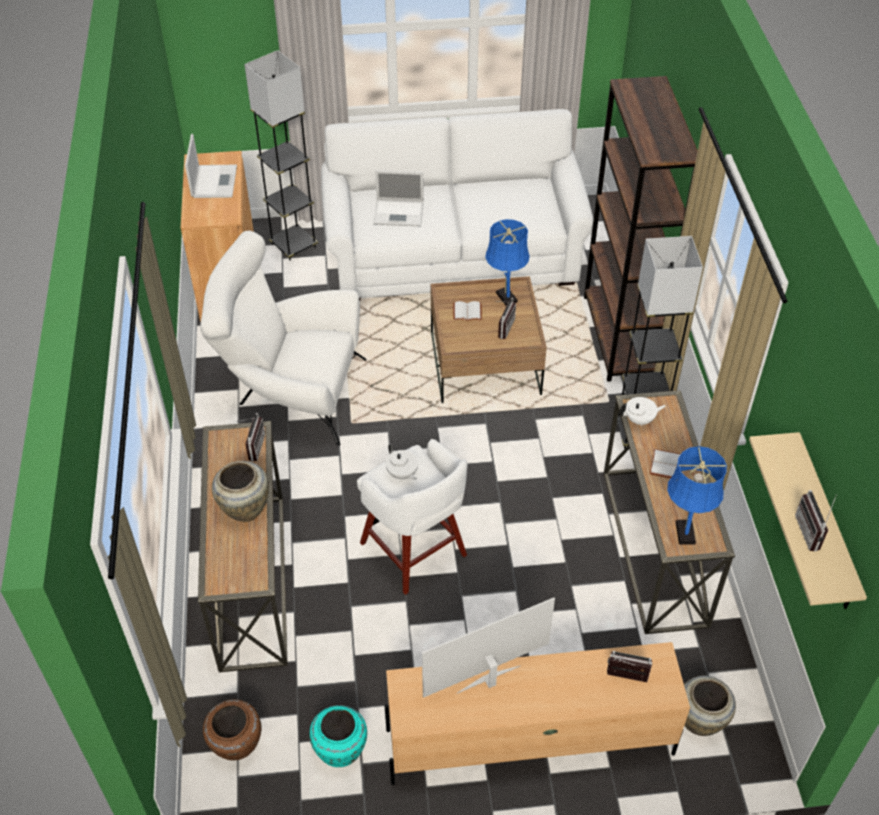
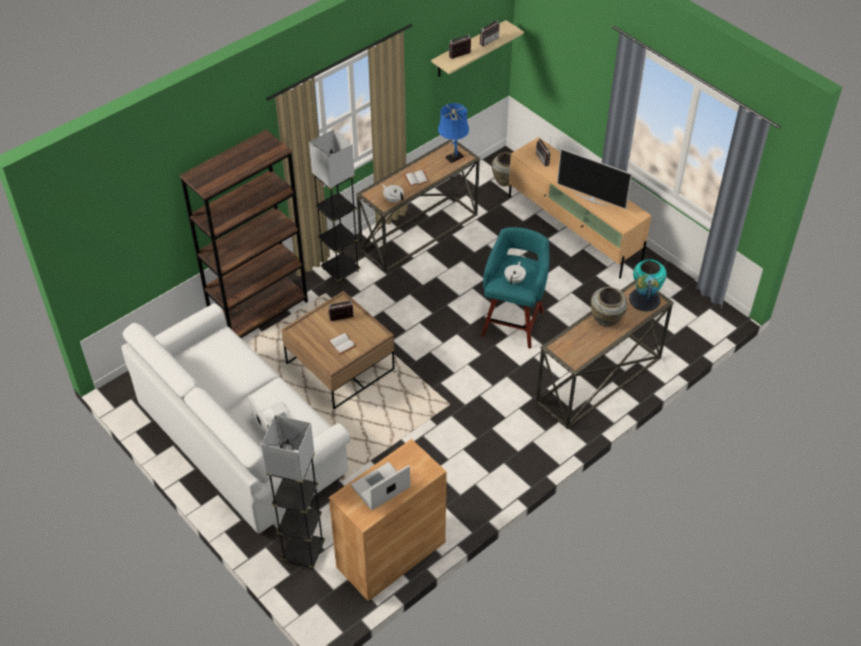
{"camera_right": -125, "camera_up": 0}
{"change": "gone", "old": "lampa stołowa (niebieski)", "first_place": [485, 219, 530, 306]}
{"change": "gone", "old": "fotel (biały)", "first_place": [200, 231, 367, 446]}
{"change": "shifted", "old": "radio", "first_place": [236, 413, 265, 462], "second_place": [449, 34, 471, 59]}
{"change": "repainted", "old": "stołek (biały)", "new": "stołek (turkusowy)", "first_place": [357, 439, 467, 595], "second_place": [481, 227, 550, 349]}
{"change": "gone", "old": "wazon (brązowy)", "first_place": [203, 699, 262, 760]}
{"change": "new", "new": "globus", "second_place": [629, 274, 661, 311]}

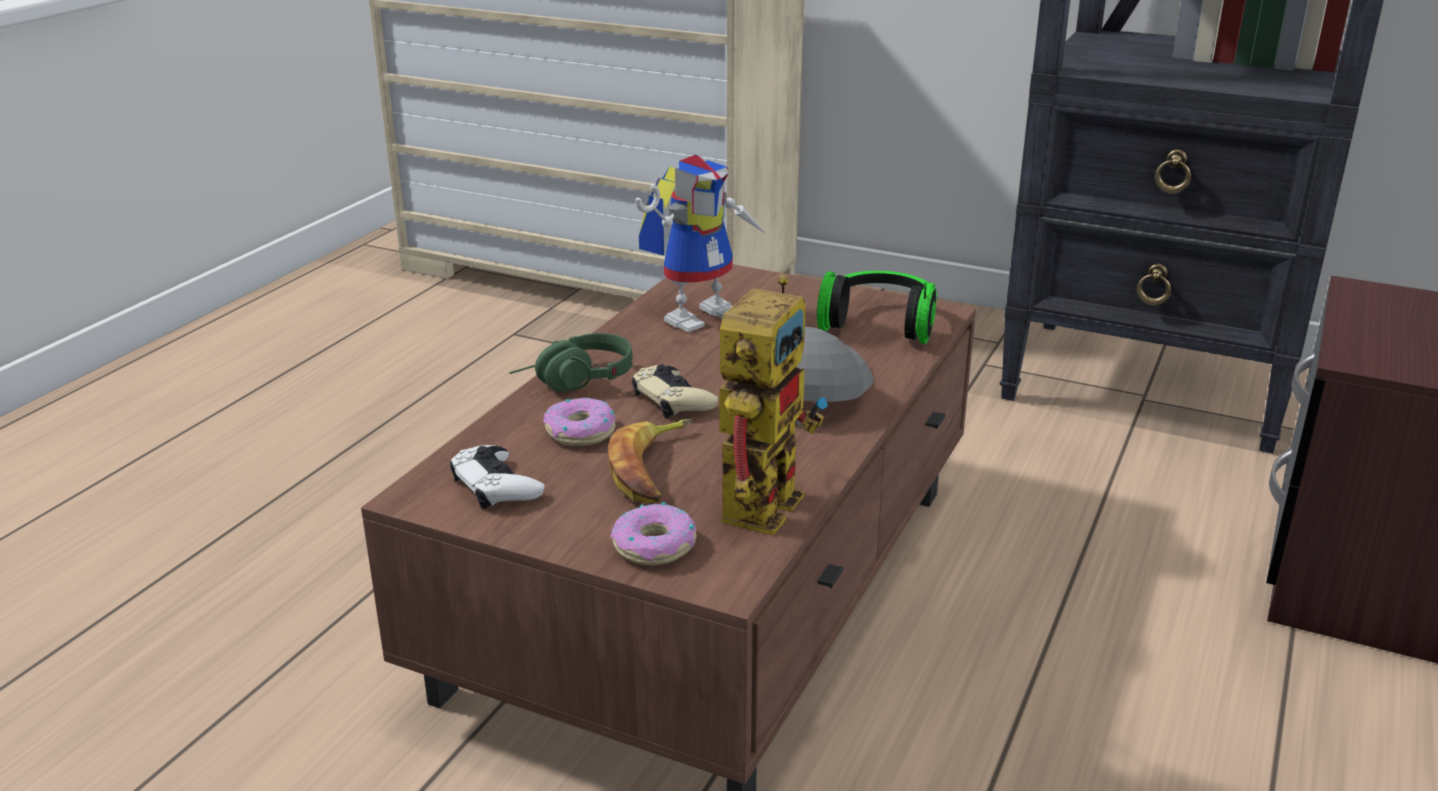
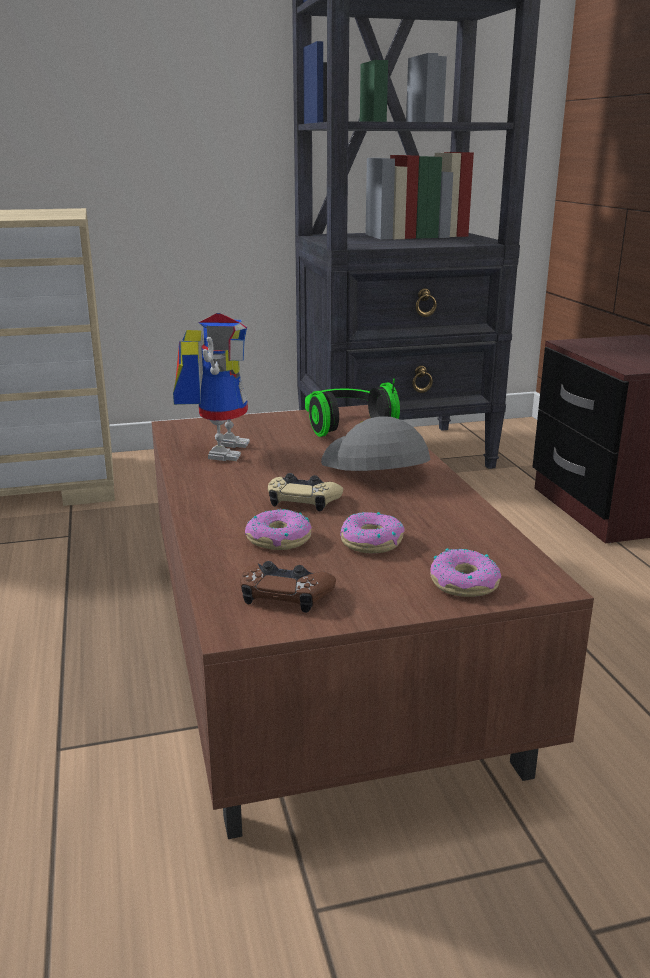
{"camera_right": -40, "camera_up": -5}
{"change": "gone", "old": "robot zabawkowy", "first_place": [719, 275, 828, 535]}
{"change": "gone", "old": "słuchawki (zielony)", "first_place": [509, 333, 632, 392]}
{"change": "swapped", "old": "banan", "new": "donut", "first_place": [608, 419, 692, 503], "second_place": [340, 512, 405, 553]}
{"change": "repainted", "old": "pad do gier (biały)", "new": "pad do gier (brązowy)", "first_place": [450, 445, 545, 510], "second_place": [240, 561, 336, 613]}

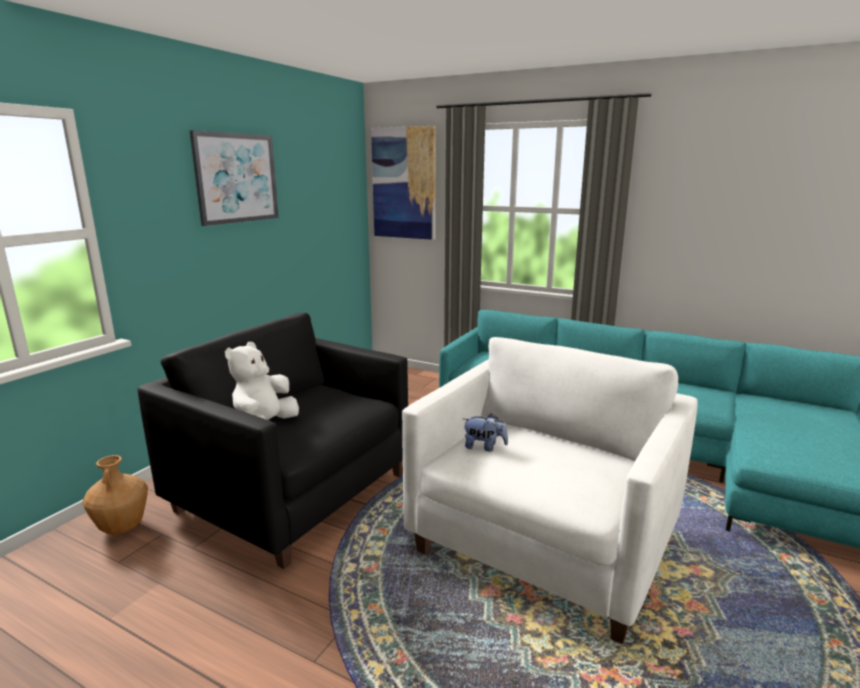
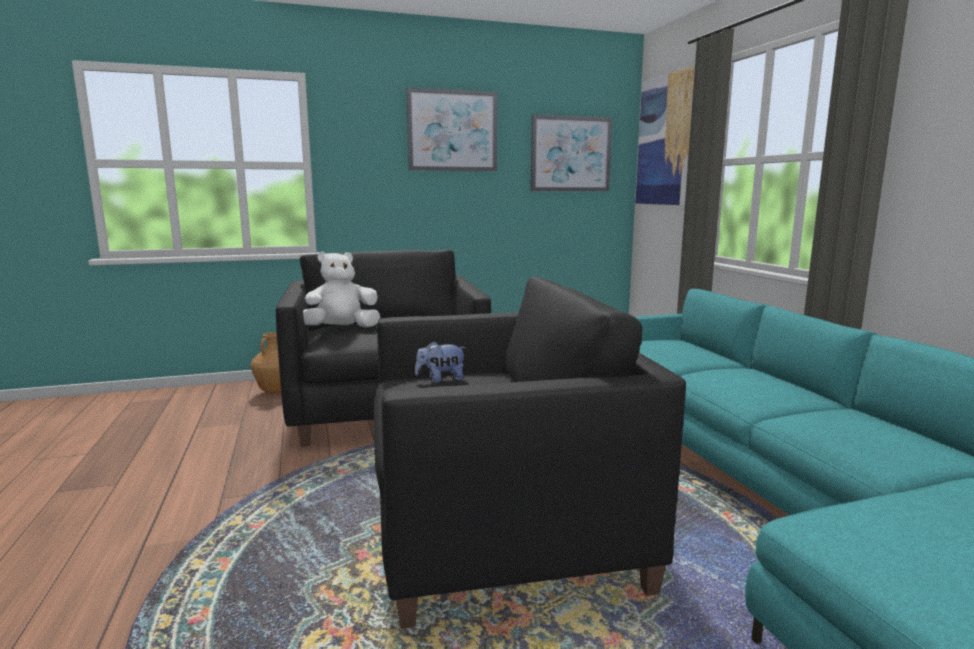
{"camera_right": 45, "camera_up": -5}
{"change": "repainted", "old": "fotel (biały)", "new": "fotel (czarny)", "first_place": [402, 337, 698, 645], "second_place": [374, 277, 686, 629]}
{"change": "rotated", "old": "pluszak", "first_place": [463, 414, 508, 451], "second_place": [415, 341, 467, 383], "degrees": 105}
{"change": "new", "new": "obraz", "second_place": [531, 114, 613, 191]}

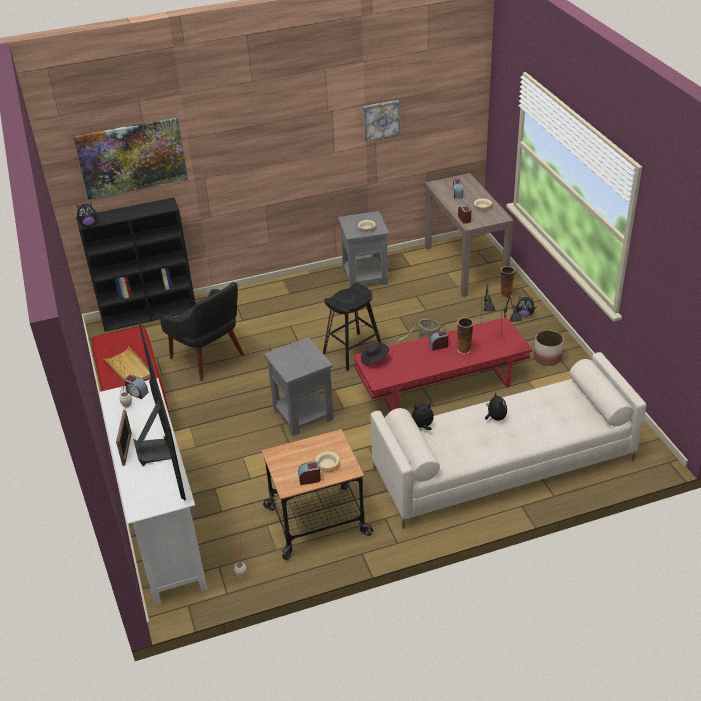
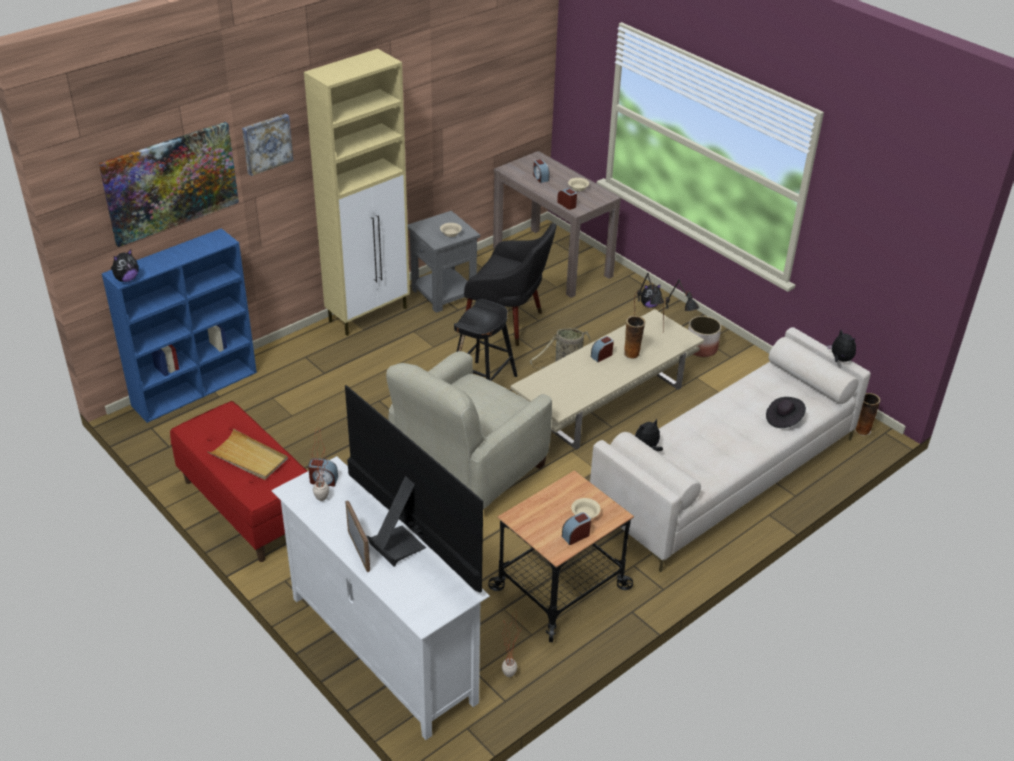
{"camera_right": -25, "camera_up": 0}
{"change": "shifted", "old": "obraz", "first_place": [363, 100, 400, 142], "second_place": [242, 114, 294, 176]}
{"change": "repainted", "old": "regał (czarny)", "new": "regał (niebieski)", "first_place": [76, 197, 196, 332], "second_place": [102, 228, 257, 423]}
{"change": "shifted", "old": "wazon", "first_place": [501, 266, 515, 298], "second_place": [855, 393, 880, 436]}
{"change": "shifted", "old": "fotel (czarny)", "first_place": [160, 282, 244, 381], "second_place": [464, 223, 557, 346]}
{"change": "repainted", "old": "ława (czerwony)", "new": "ława (beżowy)", "first_place": [353, 317, 533, 411], "second_place": [510, 309, 704, 450]}
{"change": "swapped", "old": "stolik (szary)", "new": "fotel (beżowy)", "first_place": [264, 337, 334, 436], "second_place": [386, 351, 552, 509]}
{"change": "shifted", "old": "kapelusz (czarny)", "first_place": [361, 343, 389, 365], "second_place": [766, 397, 806, 428]}
{"change": "shifted", "old": "pluszak", "first_place": [485, 393, 507, 421], "second_place": [827, 330, 856, 362]}
{"change": "new", "new": "szafka (beżowy)", "second_place": [304, 49, 410, 336]}

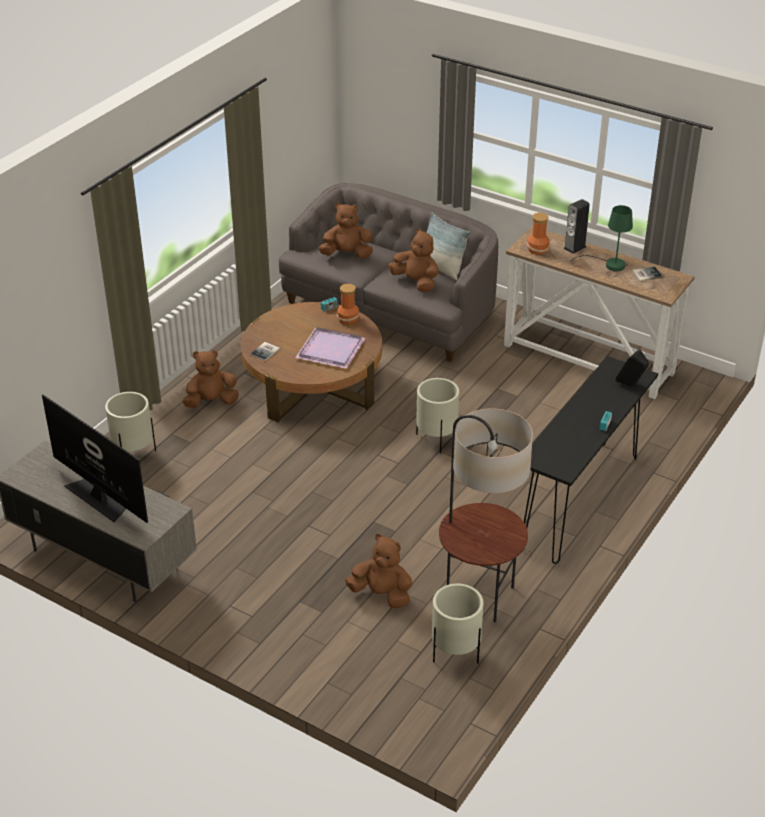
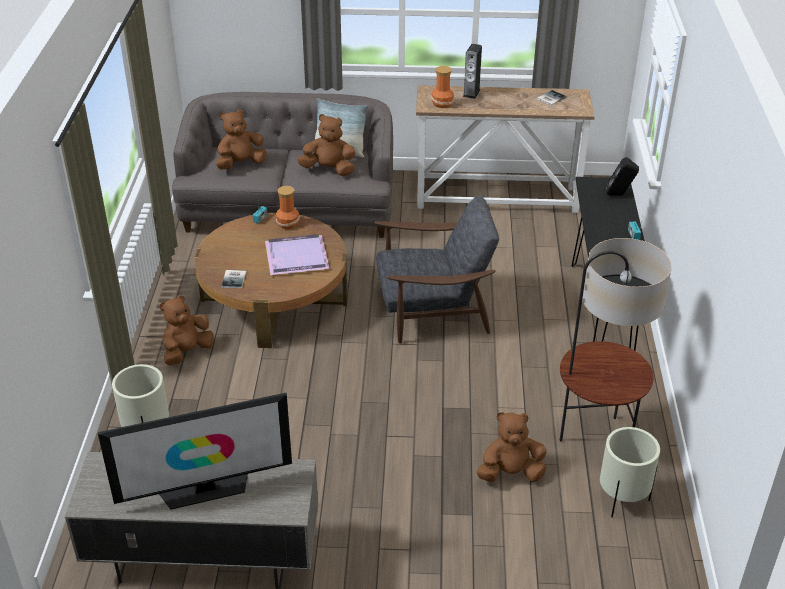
{"camera_right": -30, "camera_up": 0}
{"change": "gone", "old": "lampa stołowa (zielony)", "first_place": [571, 205, 633, 271]}
{"change": "swapped", "old": "donica (beżowy)", "new": "fotel (szary)", "first_place": [416, 378, 459, 454], "second_place": [375, 196, 499, 344]}
{"change": "rotated", "old": "telewizor", "first_place": [42, 395, 148, 523], "second_place": [98, 393, 292, 510], "degrees": 150}

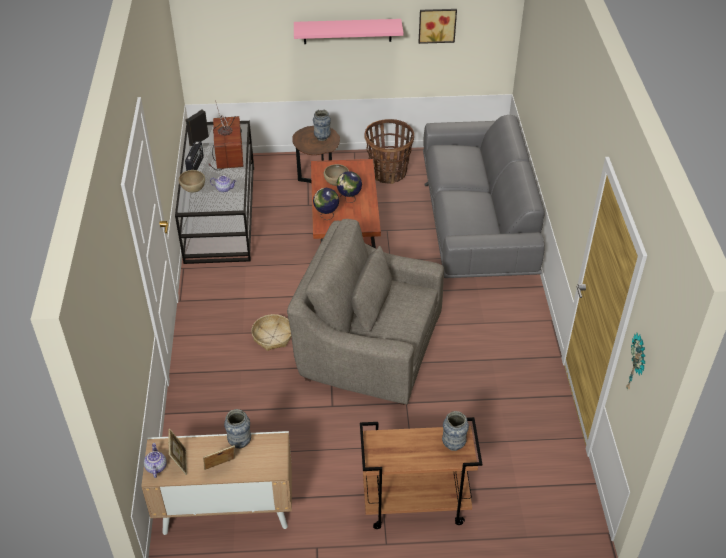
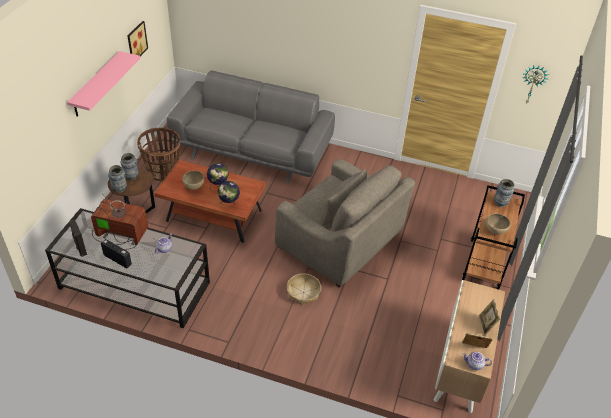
{"camera_right": -70, "camera_up": 0}
{"change": "shifted", "old": "miska (brązowy)", "first_place": [178, 170, 205, 193], "second_place": [486, 214, 510, 234]}
{"change": "rotated", "old": "fotel (szary)", "first_place": [287, 219, 444, 405], "second_place": [275, 159, 415, 287], "degrees": -90}
{"change": "shifted", "old": "wazon", "first_place": [224, 409, 251, 449], "second_place": [108, 165, 127, 193]}

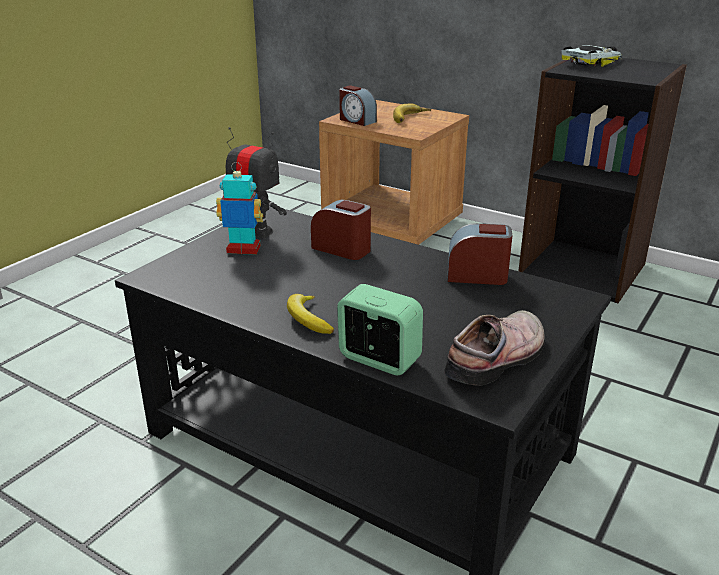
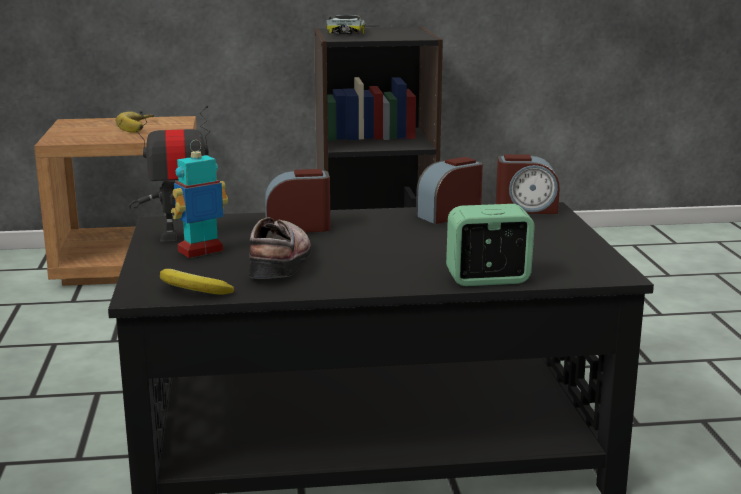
{"camera_right": -40, "camera_up": -10}
{"change": "shifted", "old": "budzik", "first_place": [339, 85, 377, 126], "second_place": [496, 154, 560, 214]}
{"change": "shifted", "old": "banan", "first_place": [287, 294, 334, 334], "second_place": [160, 269, 235, 295]}
{"change": "shifted", "old": "but", "first_place": [444, 310, 545, 386], "second_place": [249, 217, 312, 279]}

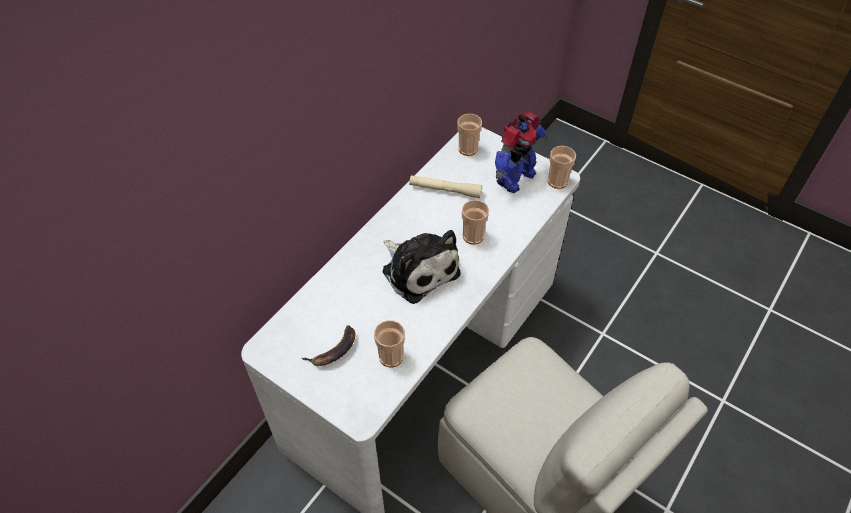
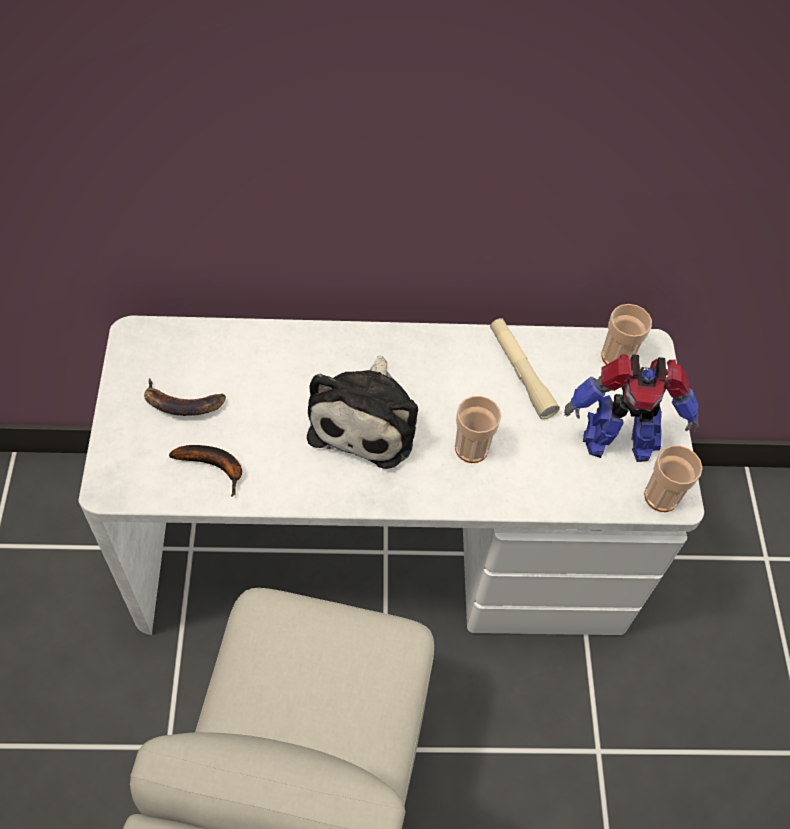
{"camera_right": 50, "camera_up": 5}
{"change": "swapped", "old": "filiżanka", "new": "banan", "first_place": [374, 320, 405, 368], "second_place": [169, 445, 242, 496]}

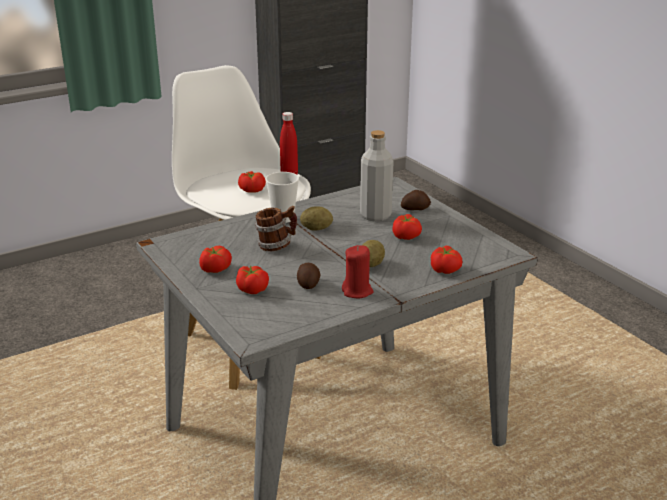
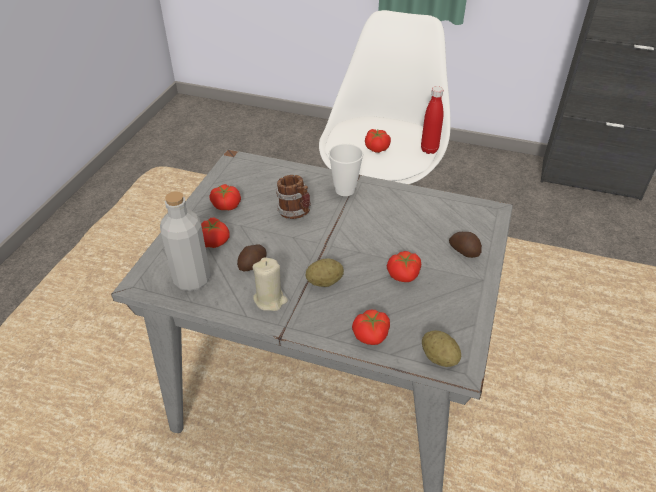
{"camera_right": 50, "camera_up": 15}
{"change": "shifted", "old": "butelka (szary)", "first_place": [360, 130, 394, 222], "second_place": [160, 191, 211, 291]}
{"change": "shifted", "old": "ziemniak", "first_place": [300, 206, 333, 231], "second_place": [422, 331, 461, 367]}
{"change": "repainted", "old": "świeca (czerwony)", "new": "świeca (beżowy)", "first_place": [342, 245, 373, 298], "second_place": [252, 258, 288, 311]}

